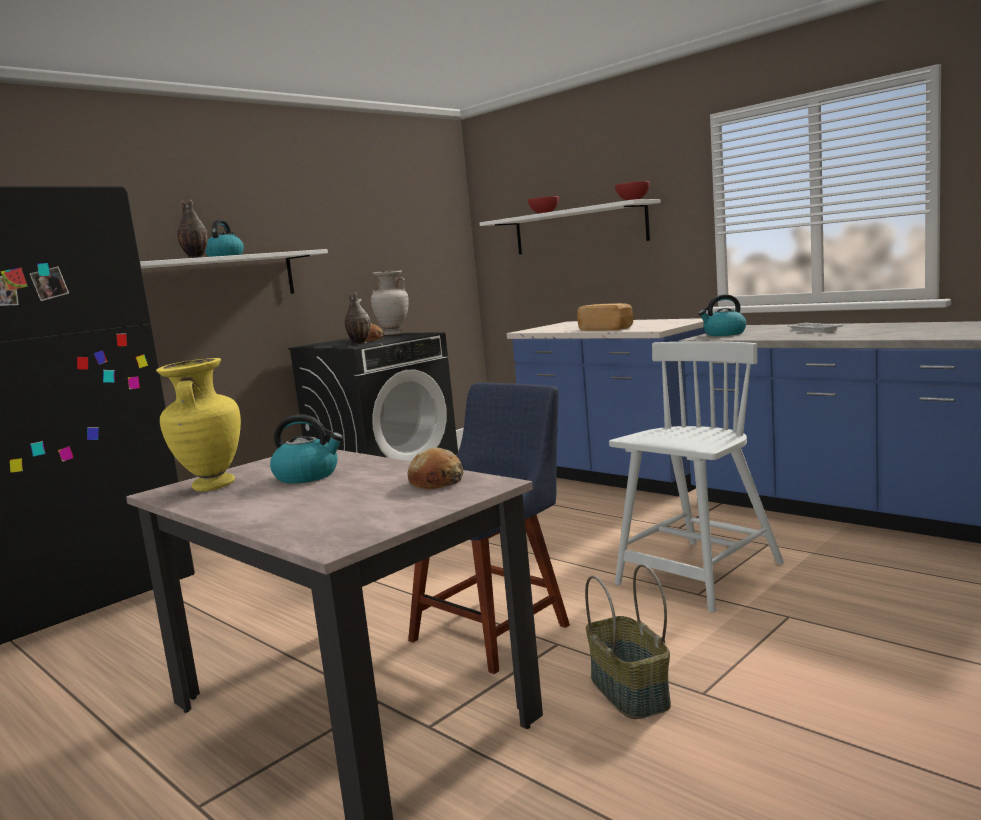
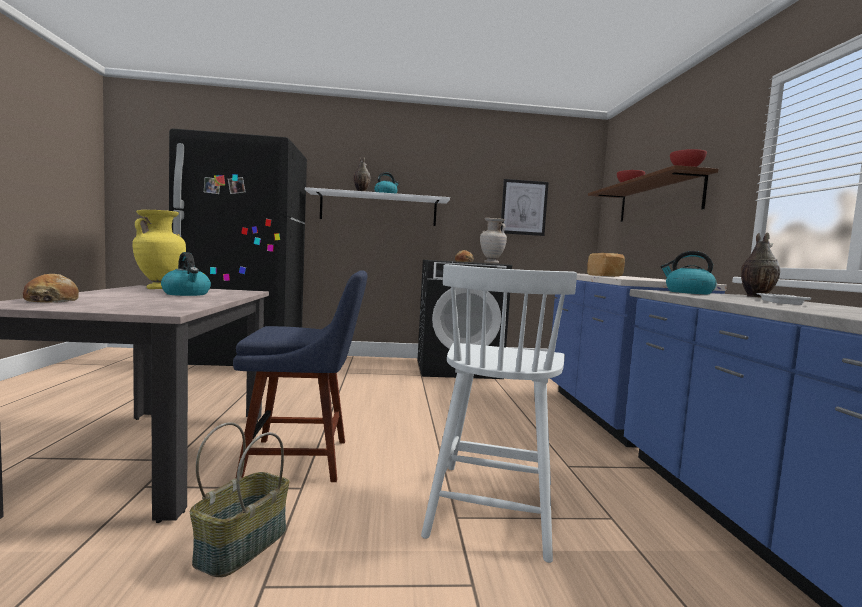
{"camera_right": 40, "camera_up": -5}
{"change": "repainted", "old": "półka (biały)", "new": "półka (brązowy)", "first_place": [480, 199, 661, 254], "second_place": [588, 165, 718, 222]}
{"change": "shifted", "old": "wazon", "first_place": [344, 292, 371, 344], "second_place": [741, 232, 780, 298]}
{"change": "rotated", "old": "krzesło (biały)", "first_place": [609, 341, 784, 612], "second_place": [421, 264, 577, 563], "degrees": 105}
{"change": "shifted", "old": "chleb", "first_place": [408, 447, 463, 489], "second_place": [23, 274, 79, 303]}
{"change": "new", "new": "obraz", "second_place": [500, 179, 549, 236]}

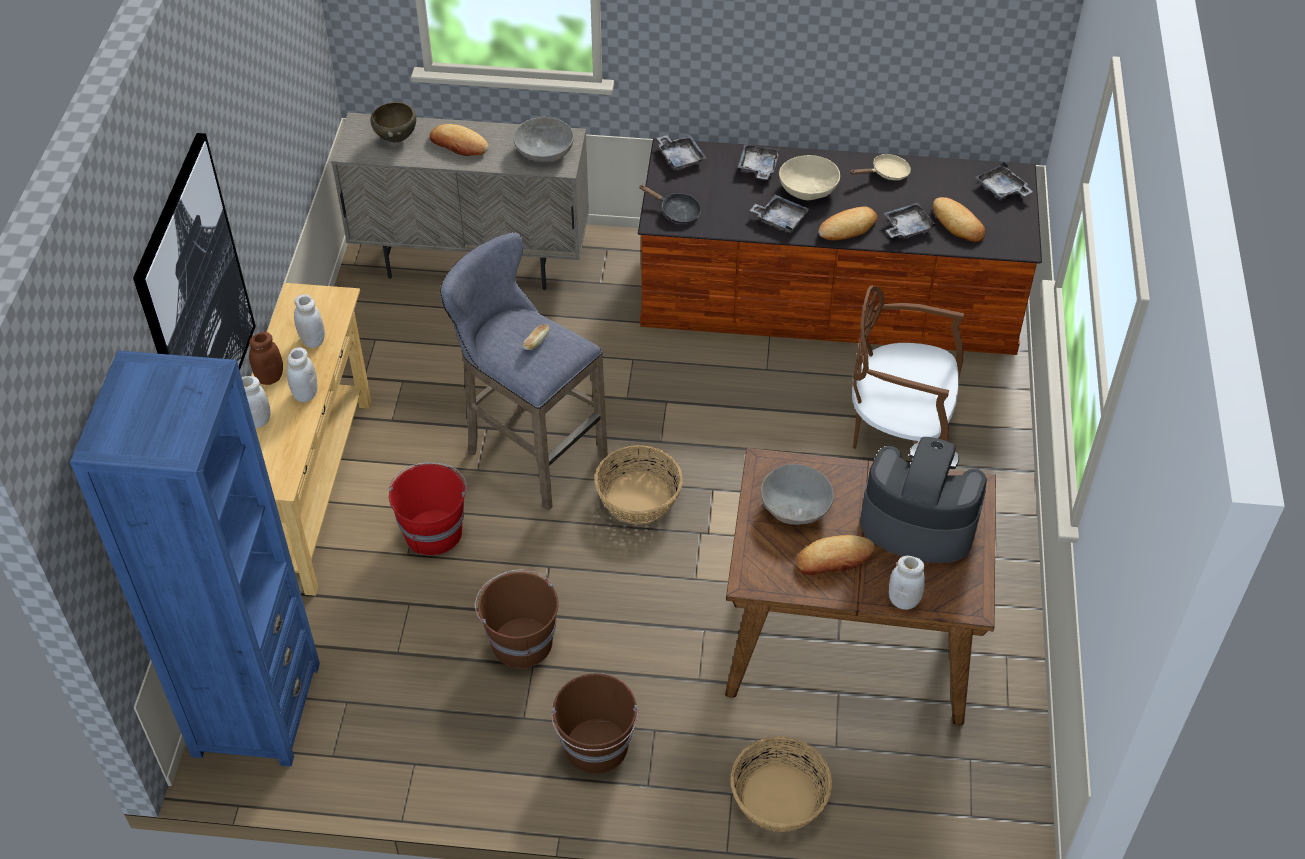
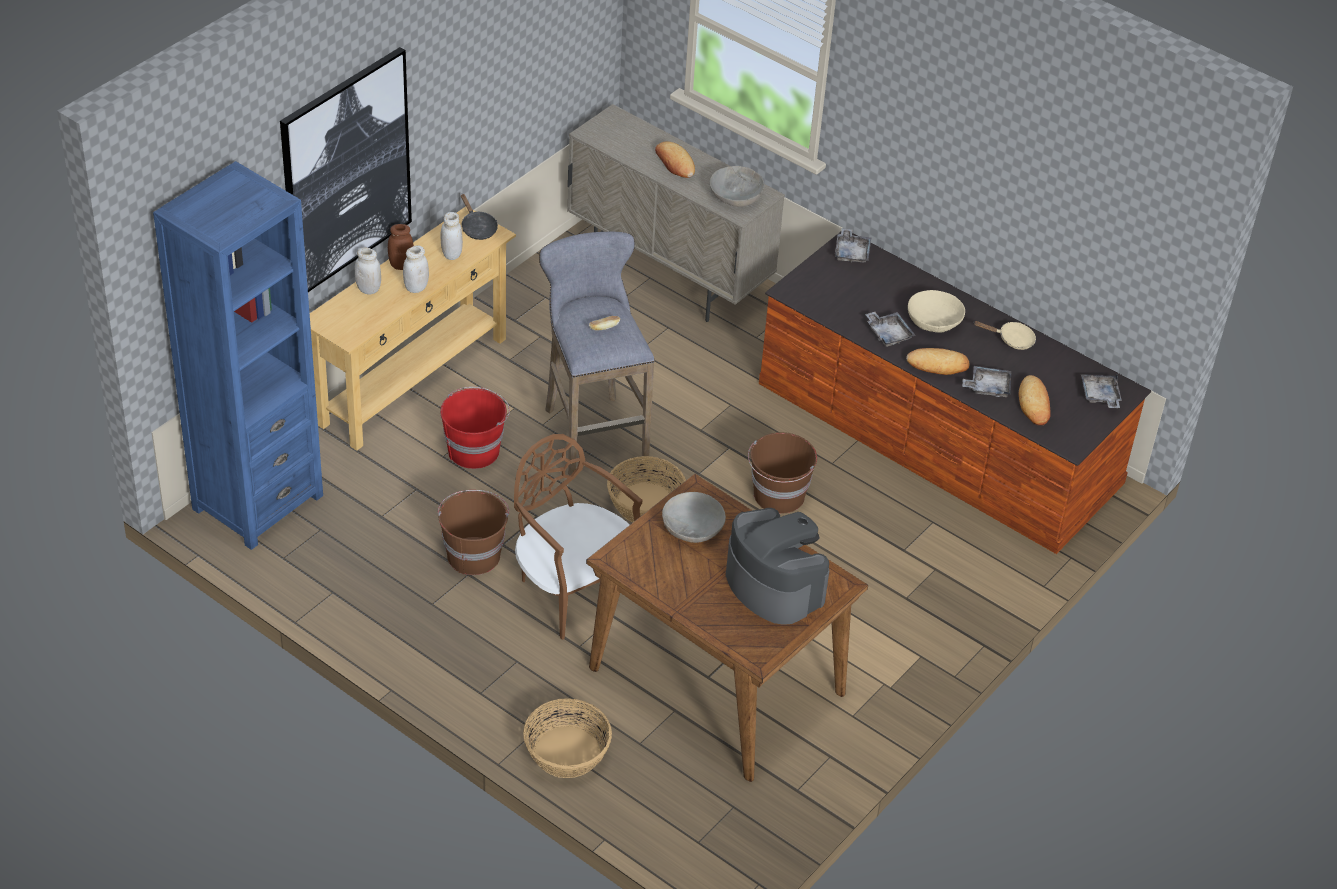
{"camera_right": 30, "camera_up": -5}
{"change": "gone", "old": "miska (brązowy)", "first_place": [370, 102, 416, 142]}
{"change": "gone", "old": "taca (szary)", "first_place": [738, 144, 780, 179]}
{"change": "shifted", "old": "patelnia (czarny)", "first_place": [639, 185, 701, 224], "second_place": [461, 194, 498, 240]}
{"change": "shifted", "old": "krzesło (brązowy)", "first_place": [852, 285, 964, 449], "second_place": [514, 434, 642, 640]}
{"change": "gone", "old": "chleb", "first_place": [797, 535, 875, 575]}
{"change": "gone", "old": "słoik (biały)", "first_place": [889, 556, 925, 610]}
{"change": "shifted", "old": "wiadro (brązowy)", "first_place": [551, 673, 638, 774], "second_place": [748, 432, 817, 514]}

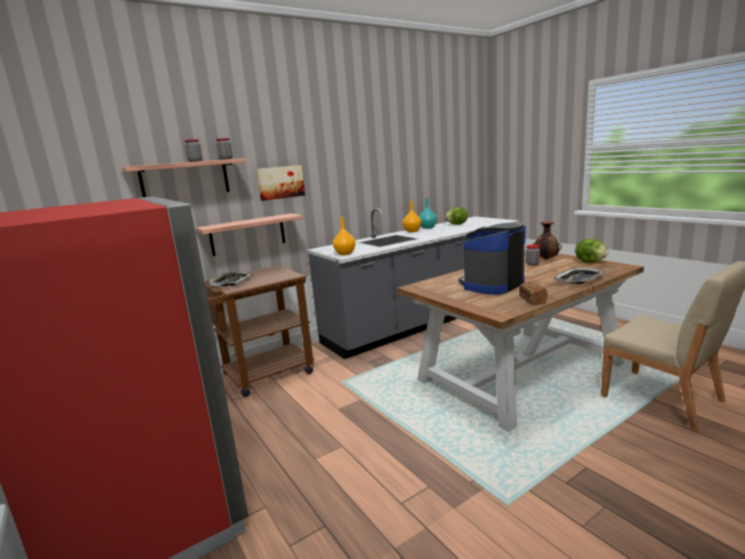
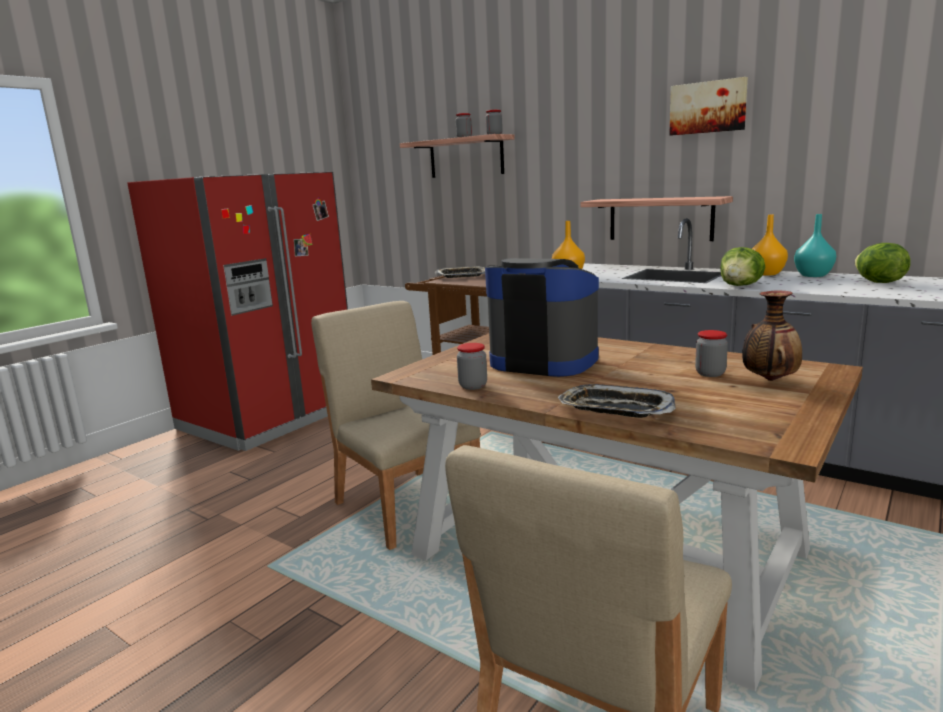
{"camera_right": 70, "camera_up": 0}
{"change": "shifted", "old": "obraz", "first_place": [256, 165, 305, 201], "second_place": [669, 77, 748, 135]}
{"change": "shifted", "old": "półka", "first_place": [196, 213, 303, 256], "second_place": [580, 196, 733, 241]}
{"change": "shifted", "old": "sałata", "first_place": [575, 239, 608, 263], "second_place": [720, 247, 765, 286]}
{"change": "swapped", "old": "chleb", "new": "słoik", "first_place": [519, 282, 548, 304], "second_place": [457, 343, 487, 390]}
{"change": "new", "new": "krzesło (beżowy)", "second_place": [311, 301, 481, 550]}

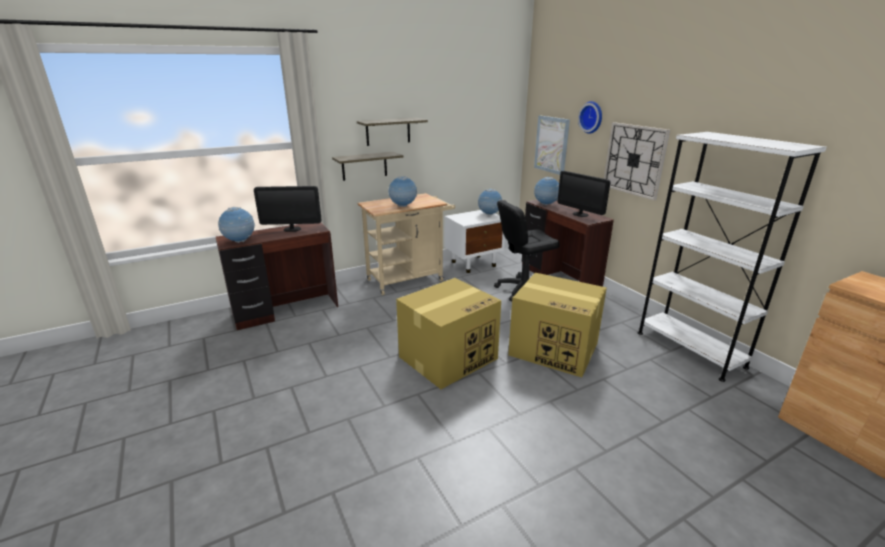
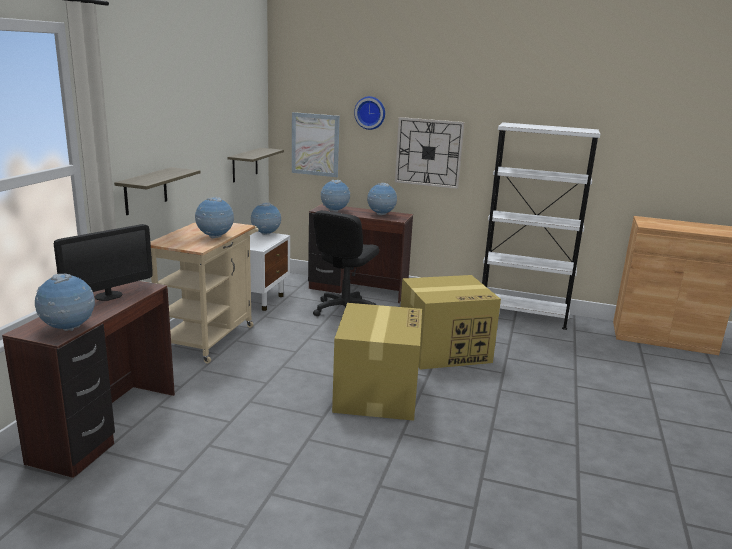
{"camera_right": -45, "camera_up": -5}
{"change": "shifted", "old": "półka", "first_place": [357, 118, 428, 146], "second_place": [227, 148, 284, 182]}
{"change": "swapped", "old": "monitor", "new": "globus", "first_place": [558, 171, 610, 217], "second_place": [367, 183, 397, 215]}

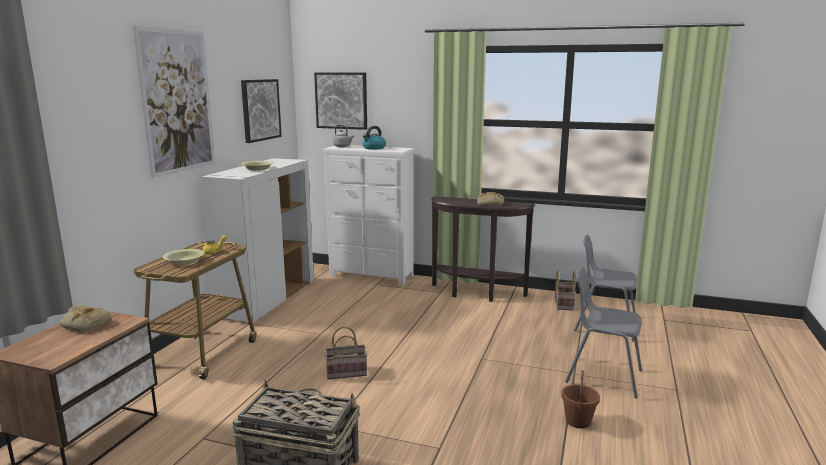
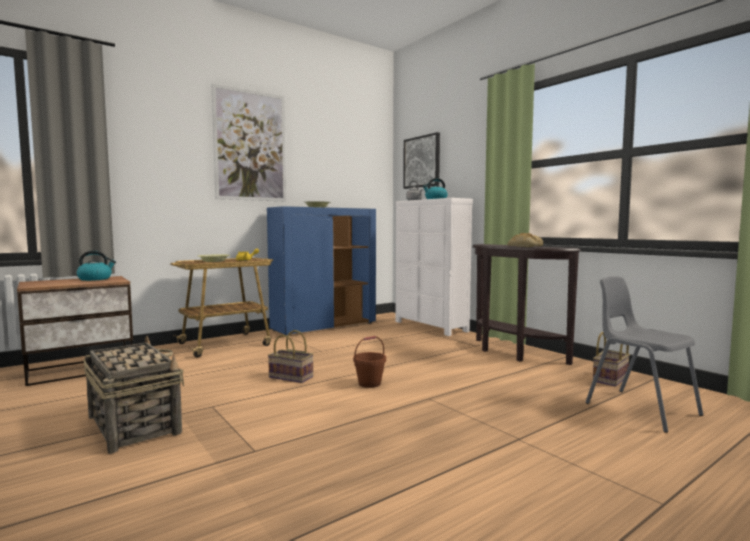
{"camera_right": 35, "camera_up": -10}
{"change": "gone", "old": "obraz", "first_place": [241, 79, 282, 143]}
{"change": "repainted", "old": "szafka (biały)", "new": "szafka (niebieski)", "first_place": [201, 158, 314, 324], "second_place": [267, 206, 376, 335]}
{"change": "gone", "old": "krzesło (szary)", "first_place": [565, 267, 642, 399]}
{"change": "swapped", "old": "chleb", "new": "czajnik", "first_place": [59, 306, 112, 333], "second_place": [76, 251, 116, 281]}
{"change": "shifted", "old": "wiadro (brązowy)", "first_place": [561, 370, 600, 429], "second_place": [353, 336, 386, 388]}

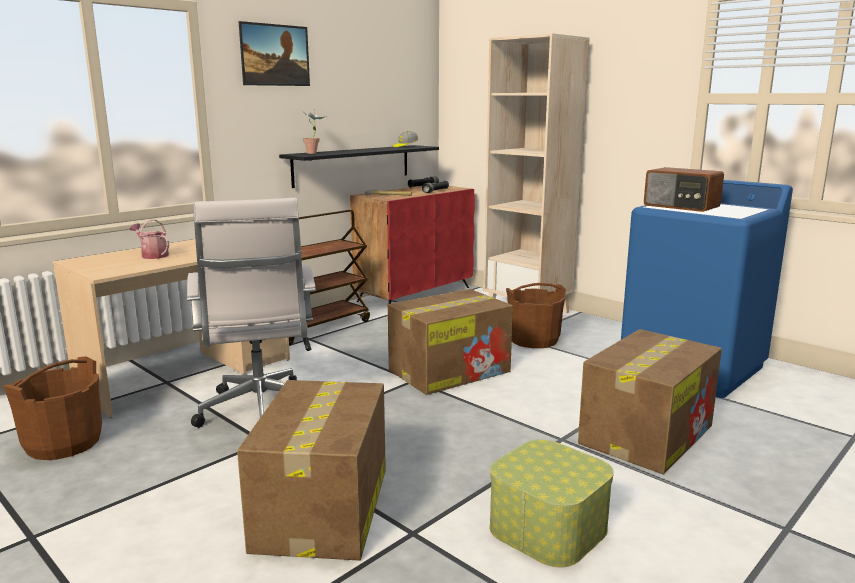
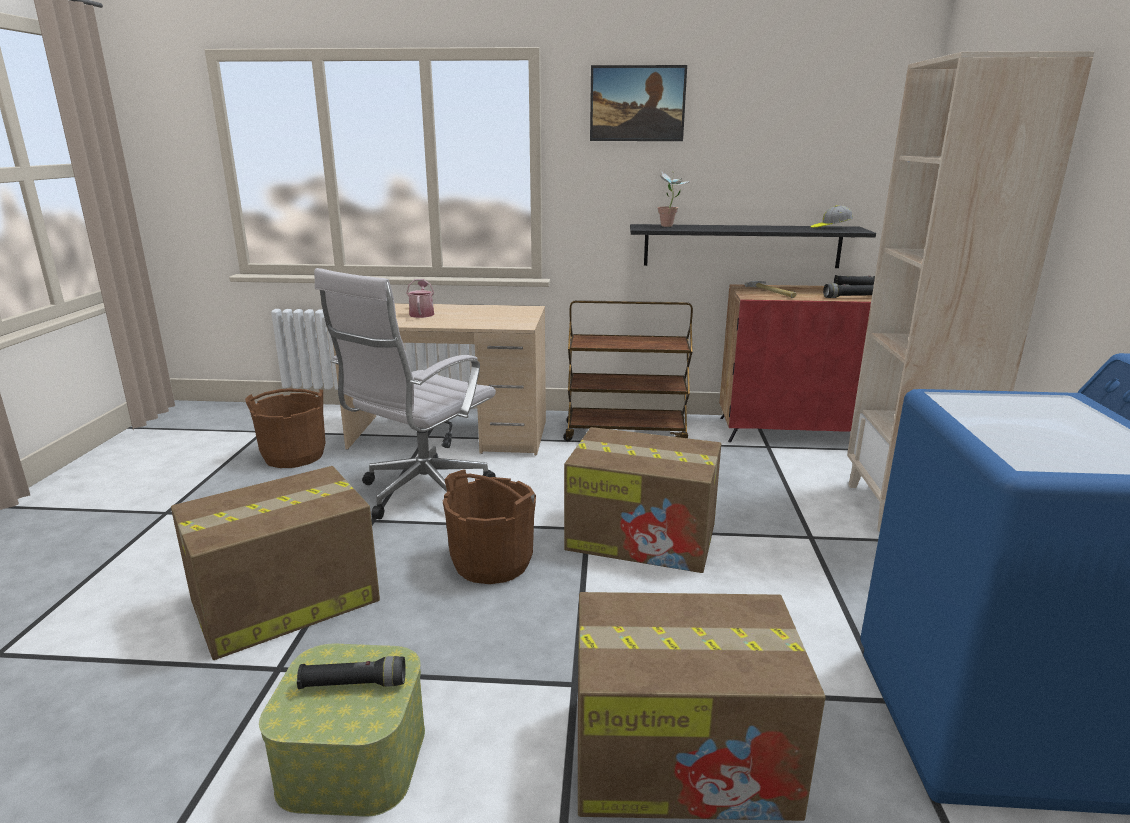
{"camera_right": 50, "camera_up": 5}
{"change": "gone", "old": "radio", "first_place": [644, 167, 724, 212]}
{"change": "shifted", "old": "wiadro (brązowy)", "first_place": [506, 283, 566, 348], "second_place": [443, 469, 536, 584]}
{"change": "new", "new": "latarka (czarny)", "second_place": [297, 656, 406, 689]}

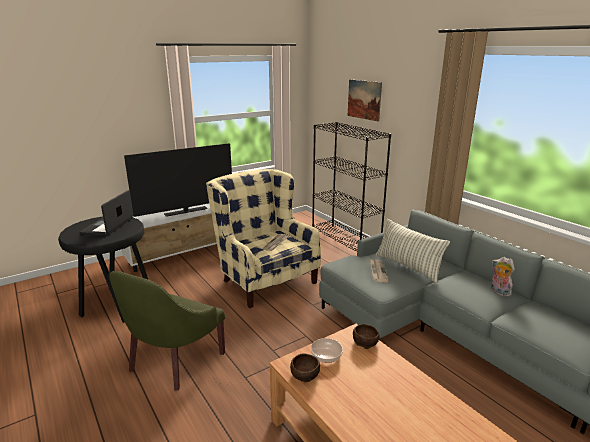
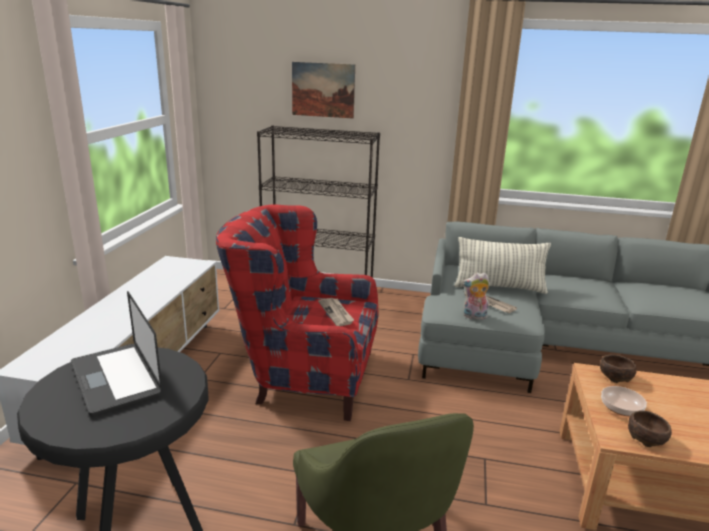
{"camera_right": -45, "camera_up": 0}
{"change": "gone", "old": "telewizor", "first_place": [124, 143, 232, 217]}
{"change": "repainted", "old": "fotel (beżowy)", "new": "fotel (czerwony)", "first_place": [206, 169, 321, 308], "second_place": [216, 205, 379, 421]}
{"change": "shifted", "old": "pluszak", "first_place": [491, 257, 515, 297], "second_place": [462, 272, 490, 319]}

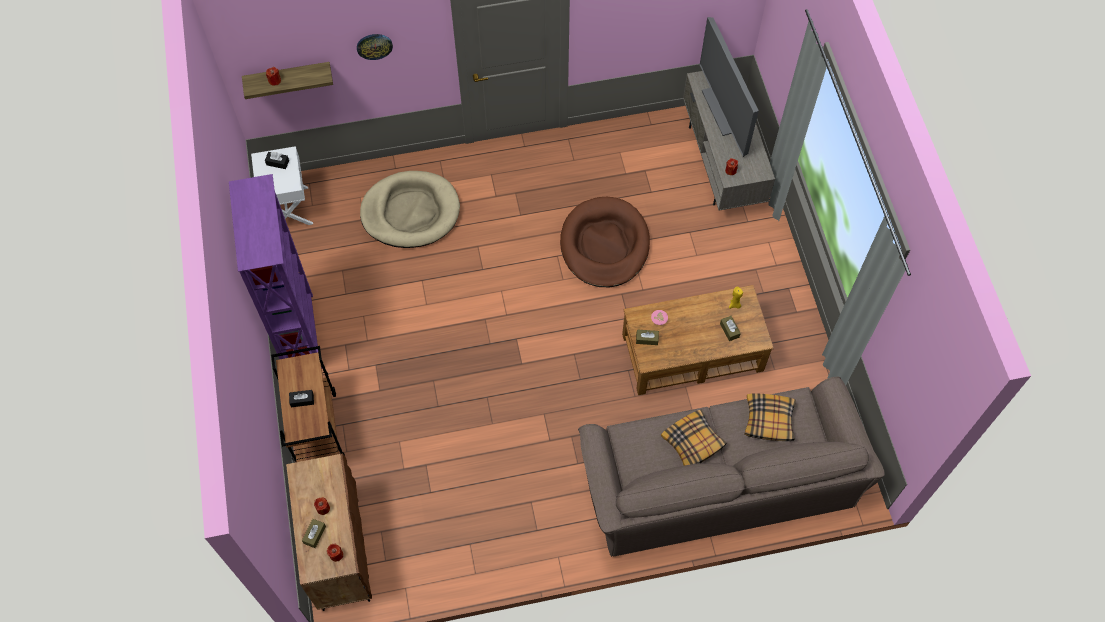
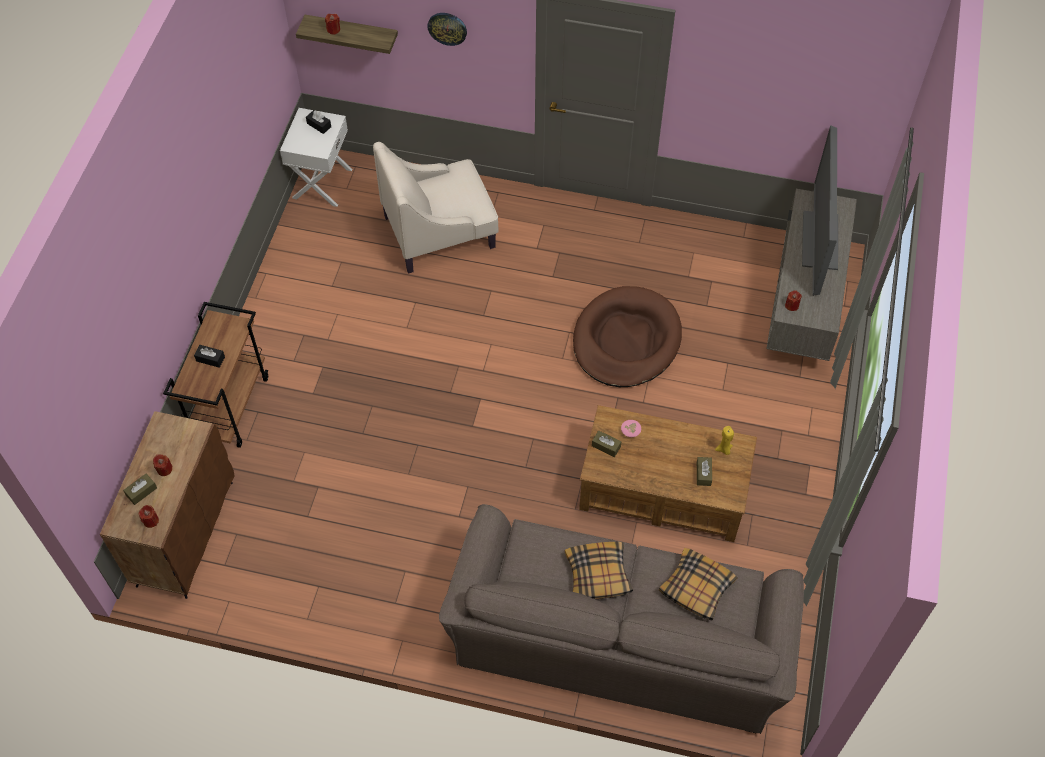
{"camera_right": 25, "camera_up": -5}
{"change": "swapped", "old": "legowisko (beżowy)", "new": "fotel (beżowy)", "first_place": [360, 171, 460, 248], "second_place": [373, 142, 499, 274]}
{"change": "gone", "old": "regał (fioletowy)", "first_place": [229, 174, 323, 369]}

